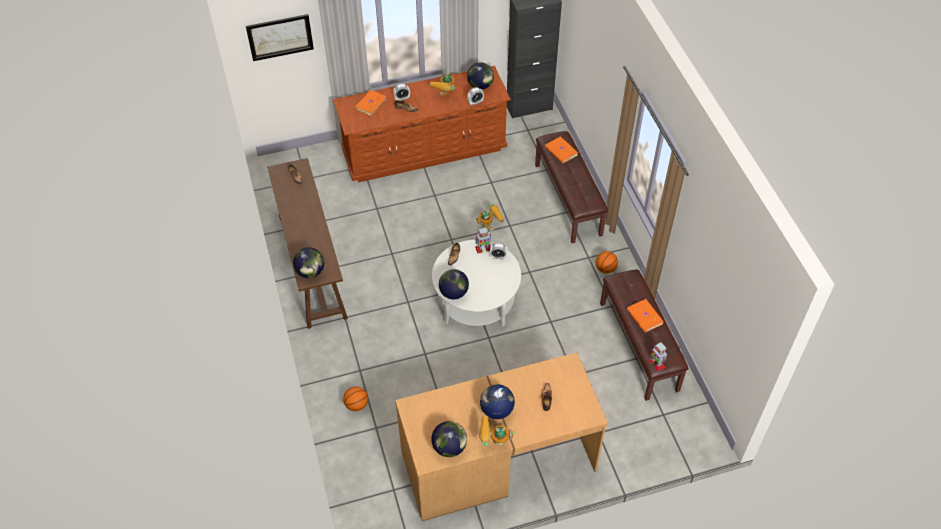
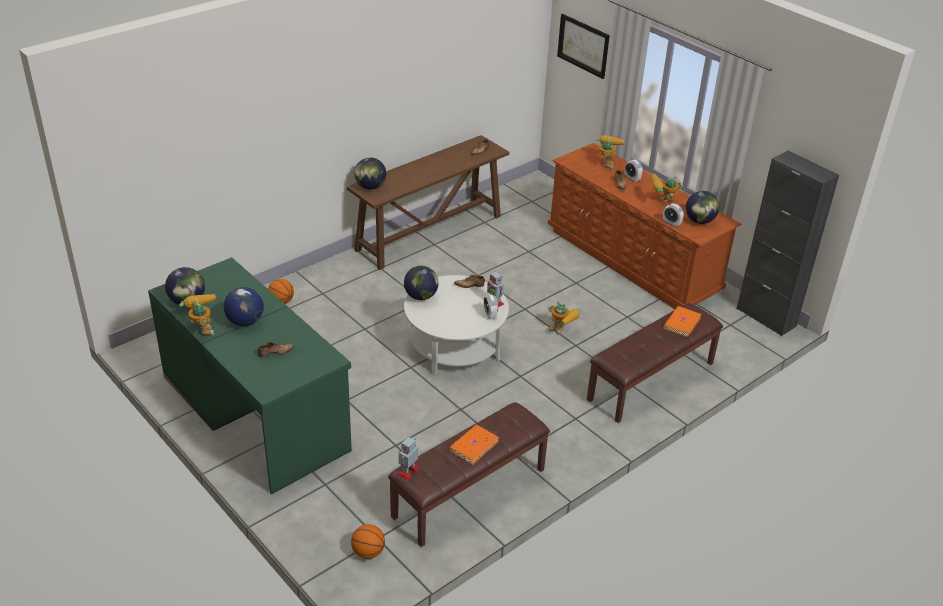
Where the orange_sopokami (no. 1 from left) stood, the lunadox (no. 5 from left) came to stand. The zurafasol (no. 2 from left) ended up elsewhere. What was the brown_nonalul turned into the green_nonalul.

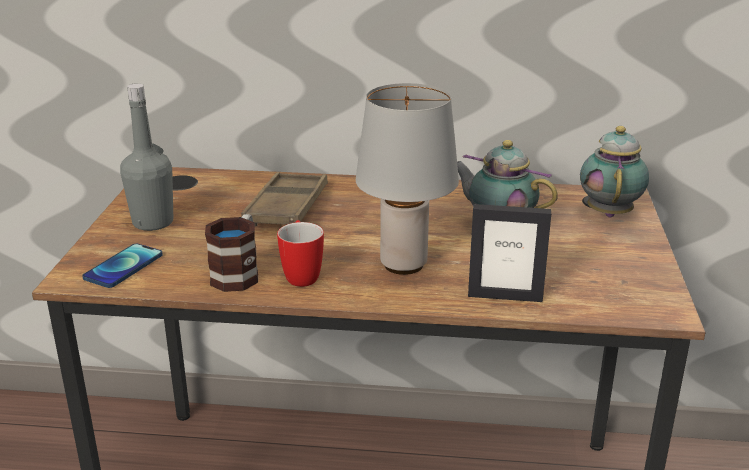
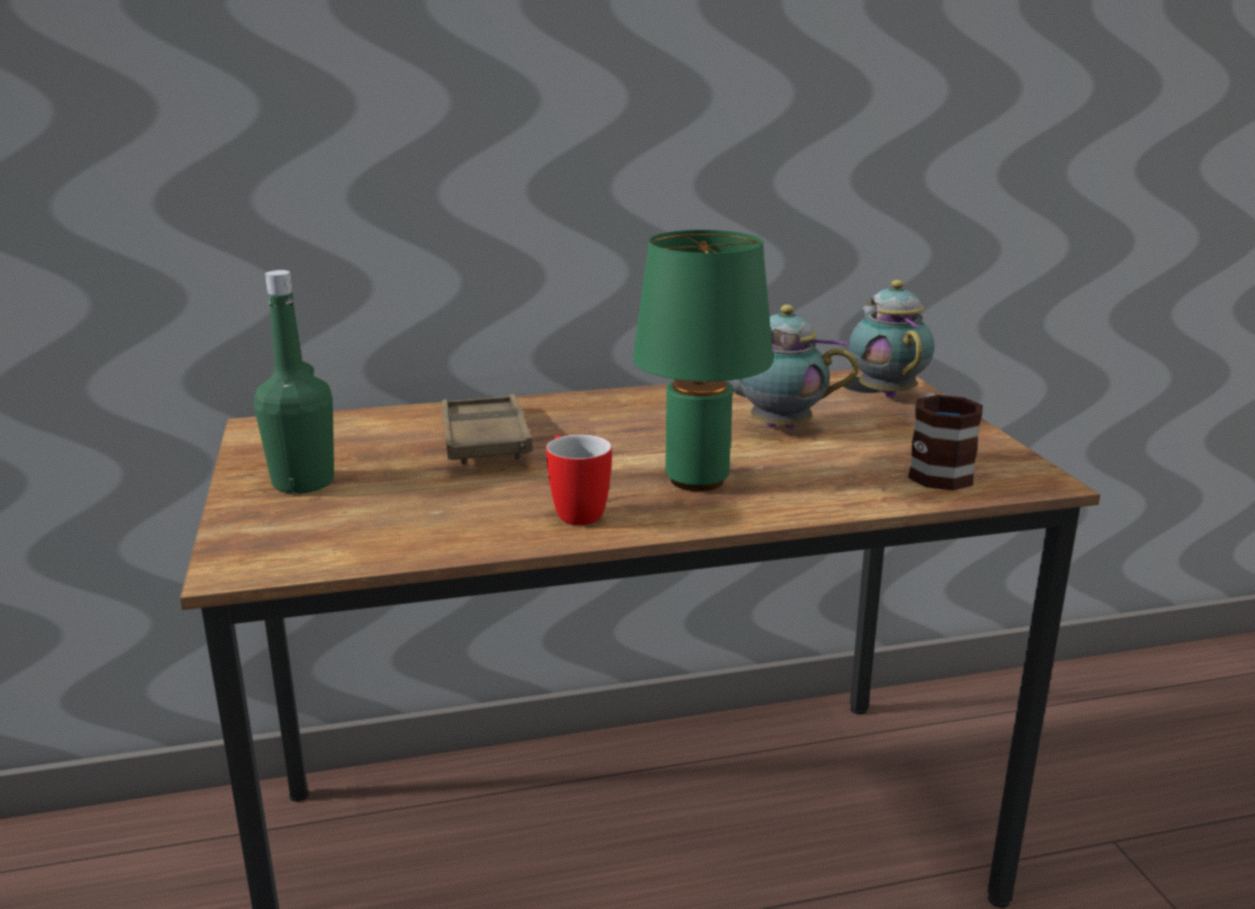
What was the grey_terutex turned into the green_terutex. What was the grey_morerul turned into the green_morerul. The second view lost the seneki. The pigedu (no. 1 from left in the first image) ended up elsewhere. The second view lost the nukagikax.

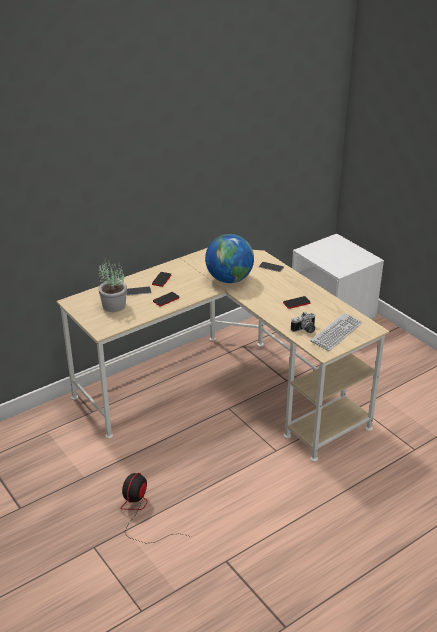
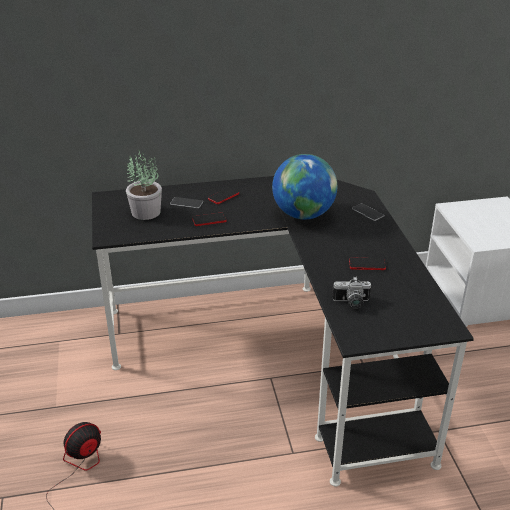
What was the beige_nonalul turned into the black_nonalul. The second view lost the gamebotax.

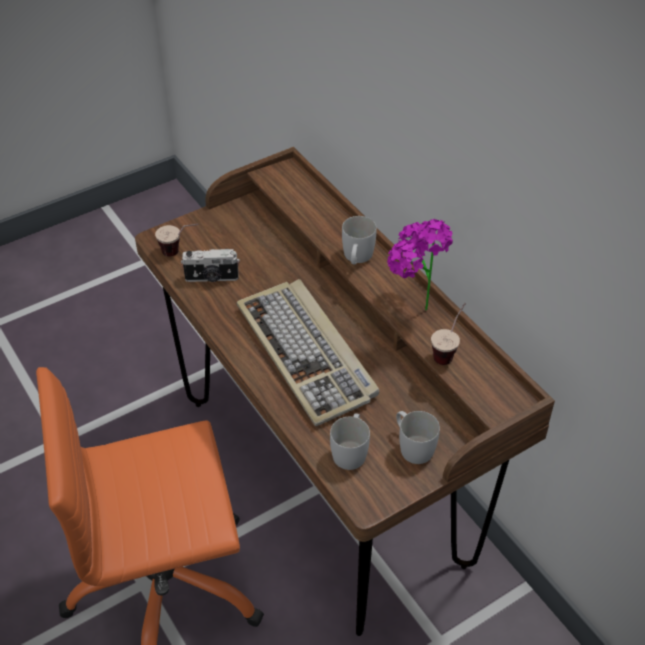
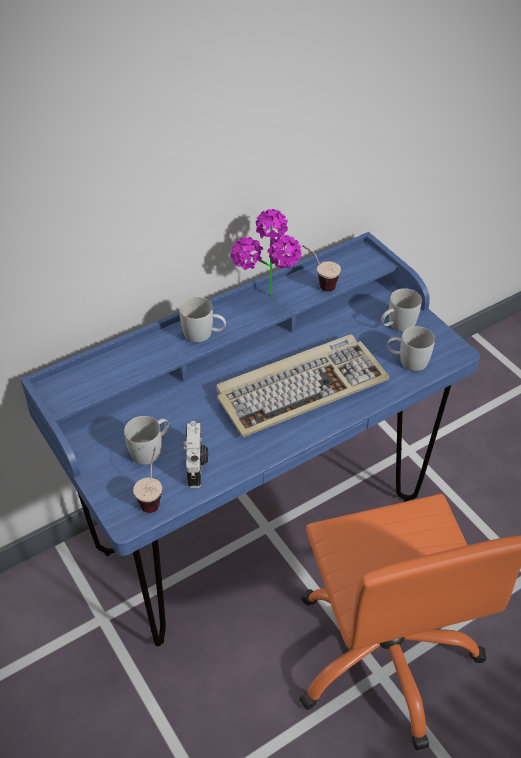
What was the brown_nonalul turned into the blue_nonalul. The second view gained the white_pigedu (no. 1 from left).

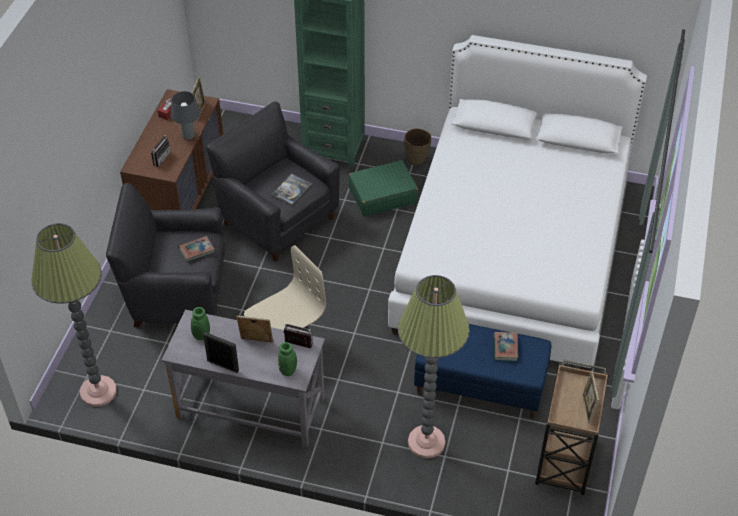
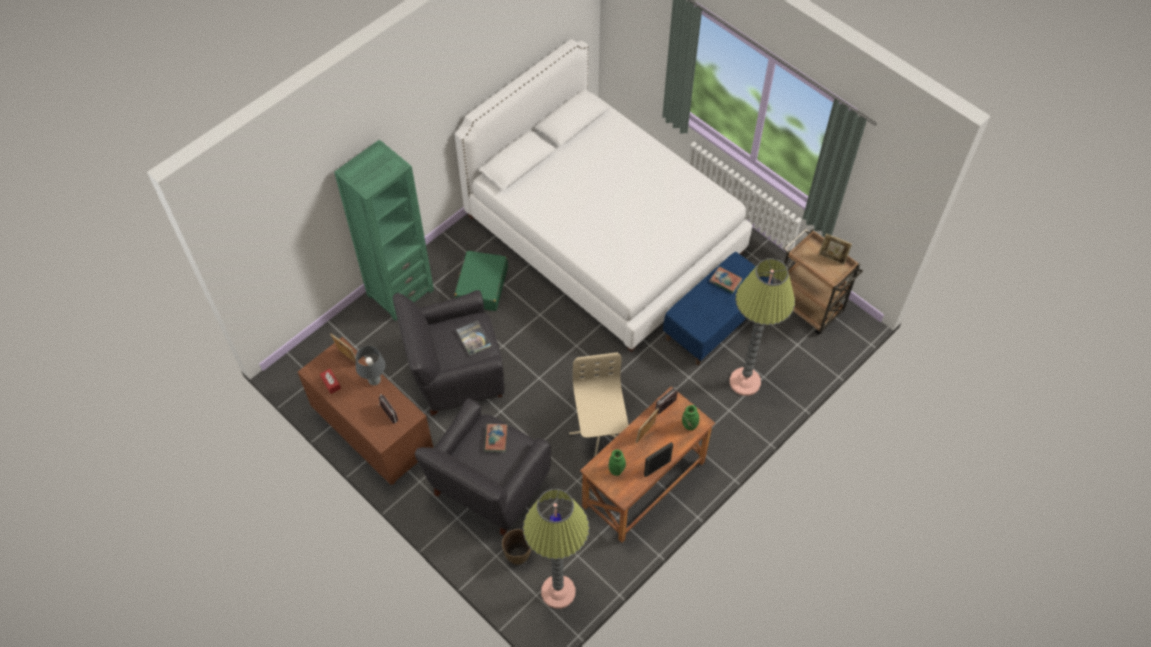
The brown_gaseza ended up elsewhere. What was the grey_nonalul turned into the brown_nonalul.

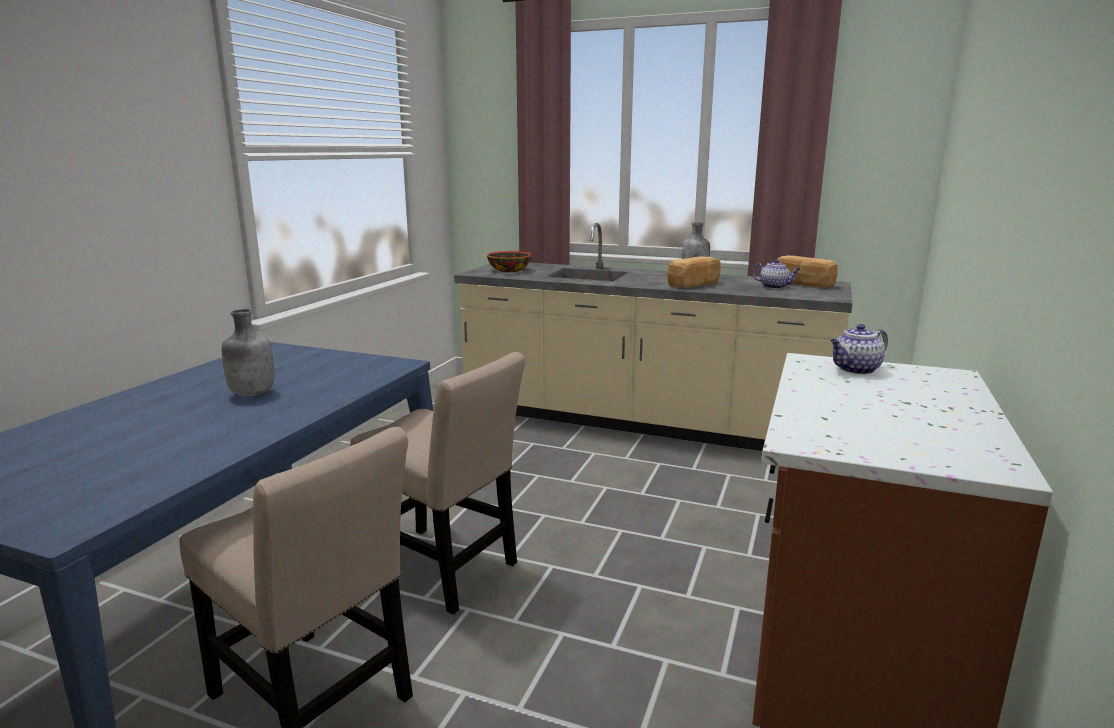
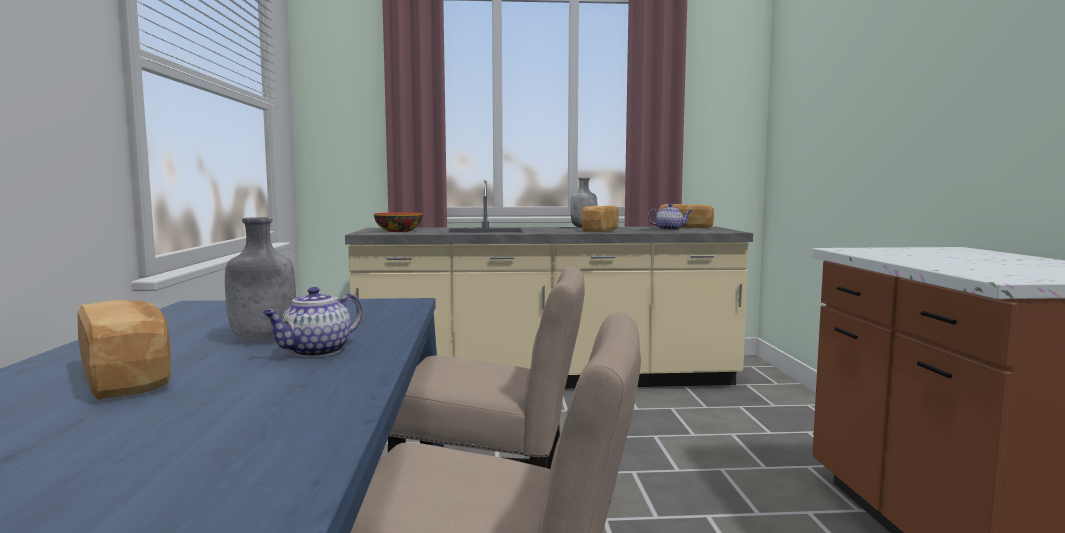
The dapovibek (no. 2 from left in the first image) ended up elsewhere. The second view gained the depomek (no. 1 from left).

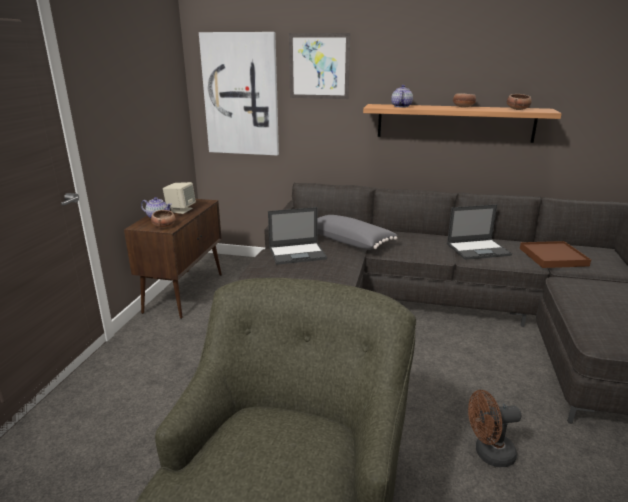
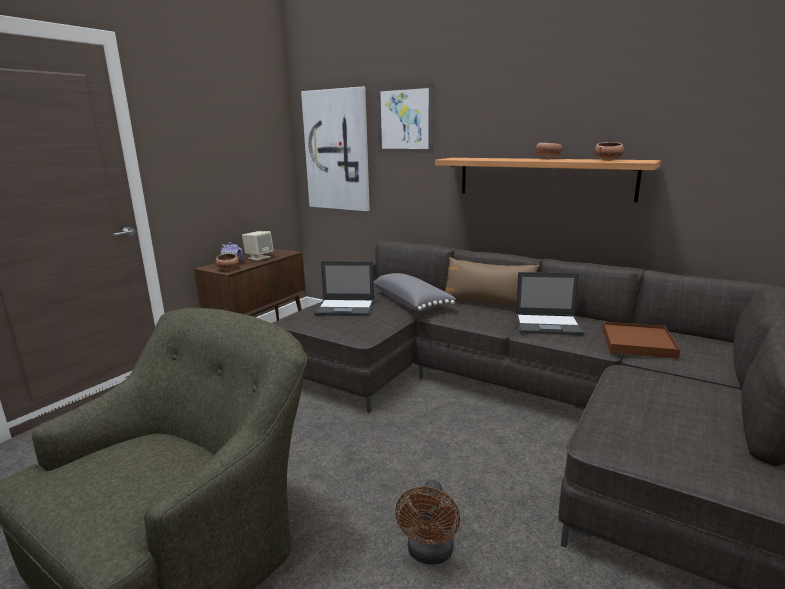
The second view lost the dapovibek (no. 2 from left). The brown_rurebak ended up facing another way, 90 degrees counterclockwise from before. The second view gained the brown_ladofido.

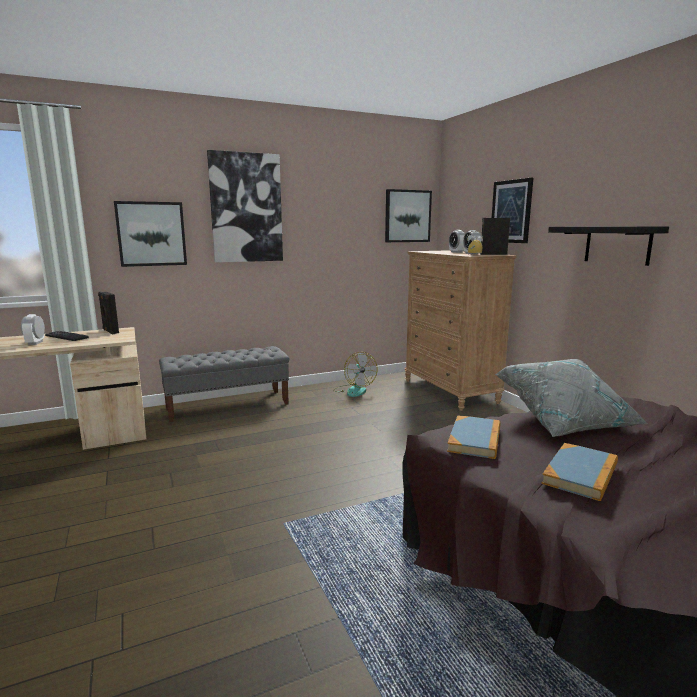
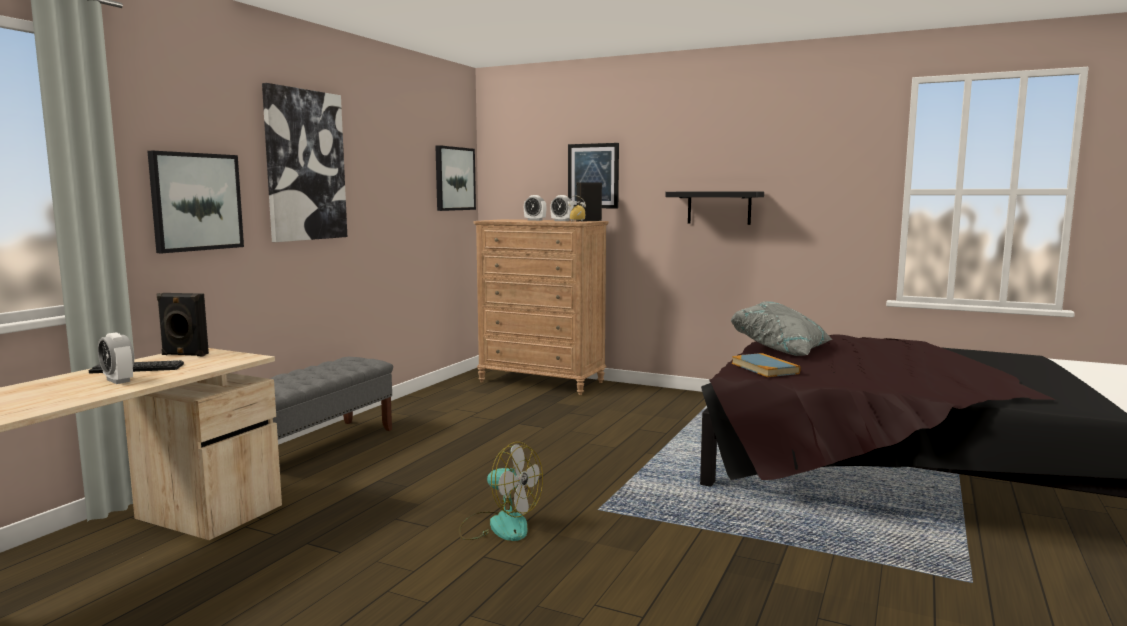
The rurebak ended up elsewhere. The second view lost the sopokami (no. 2 from left).

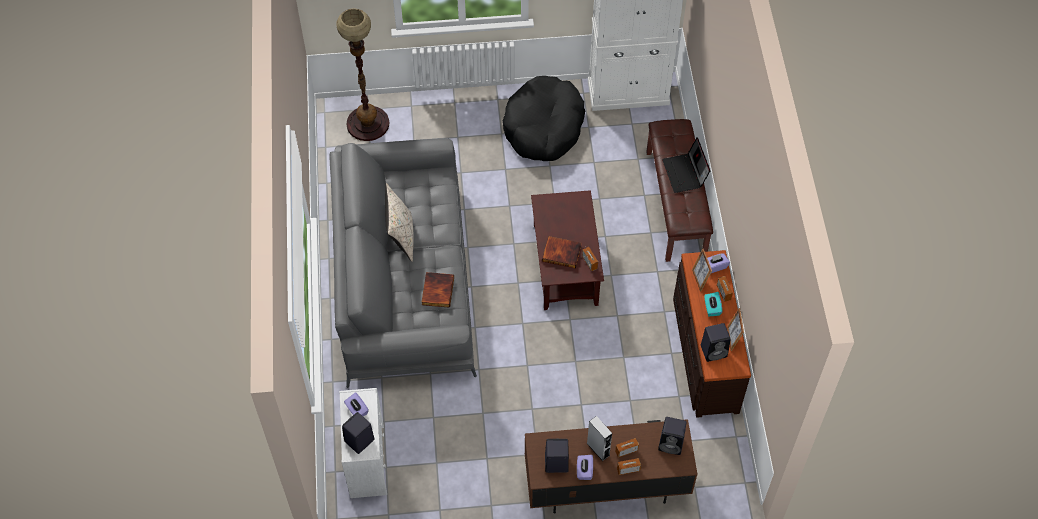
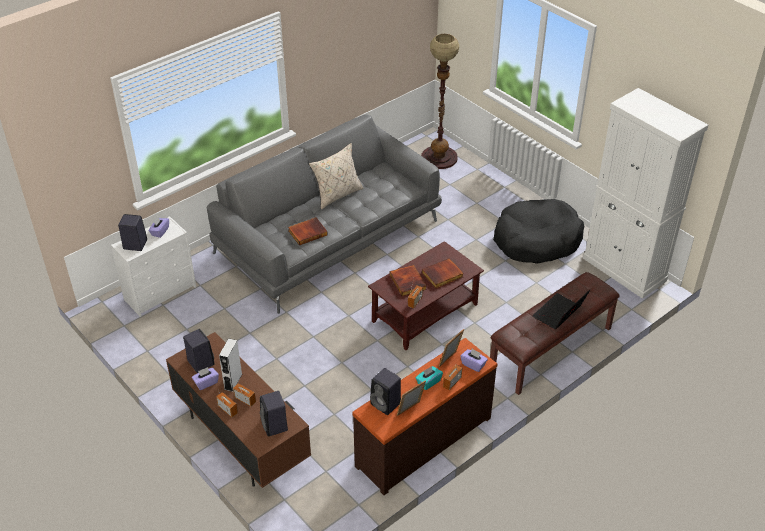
The second view gained the sopokami (no. 3 from left).

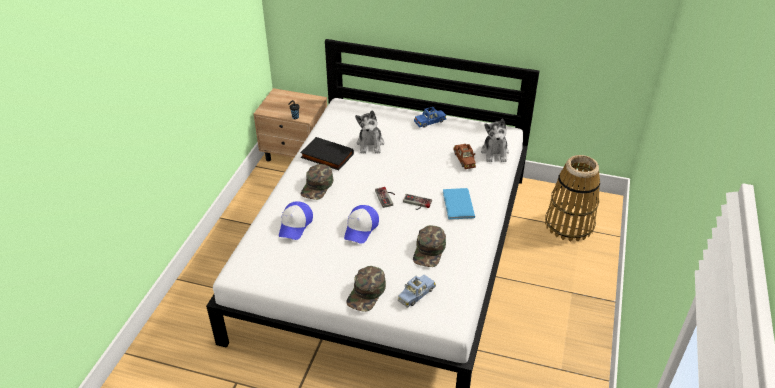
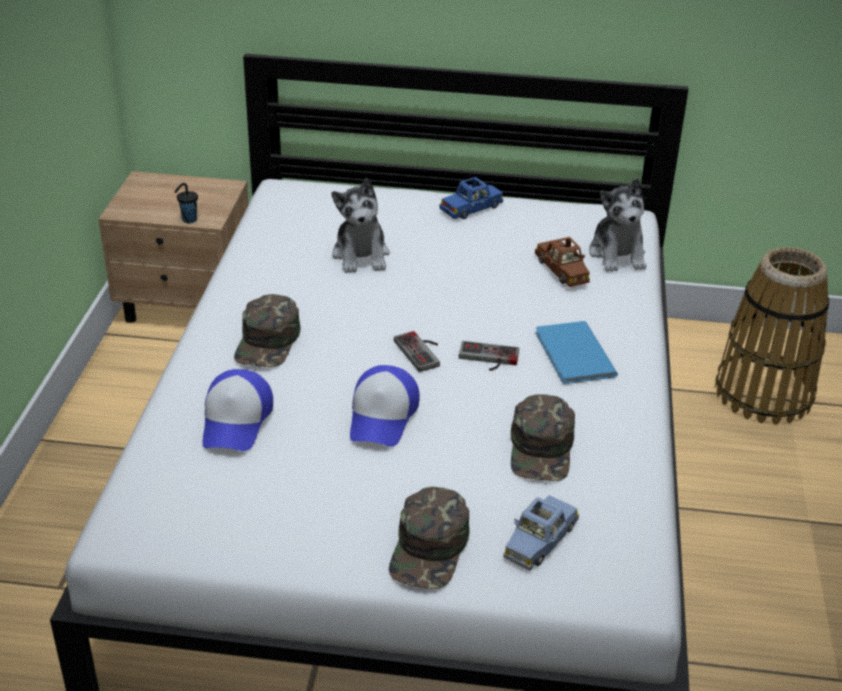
The second view lost the black_sopokami.

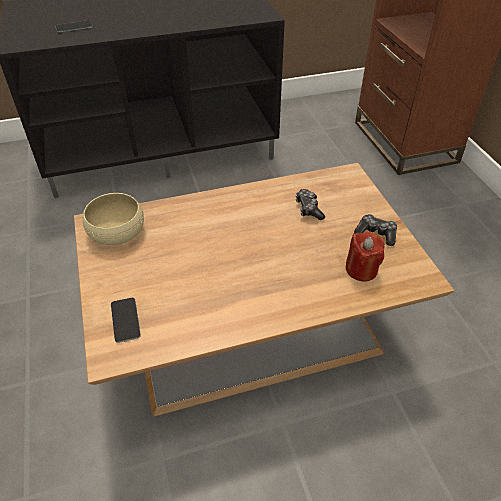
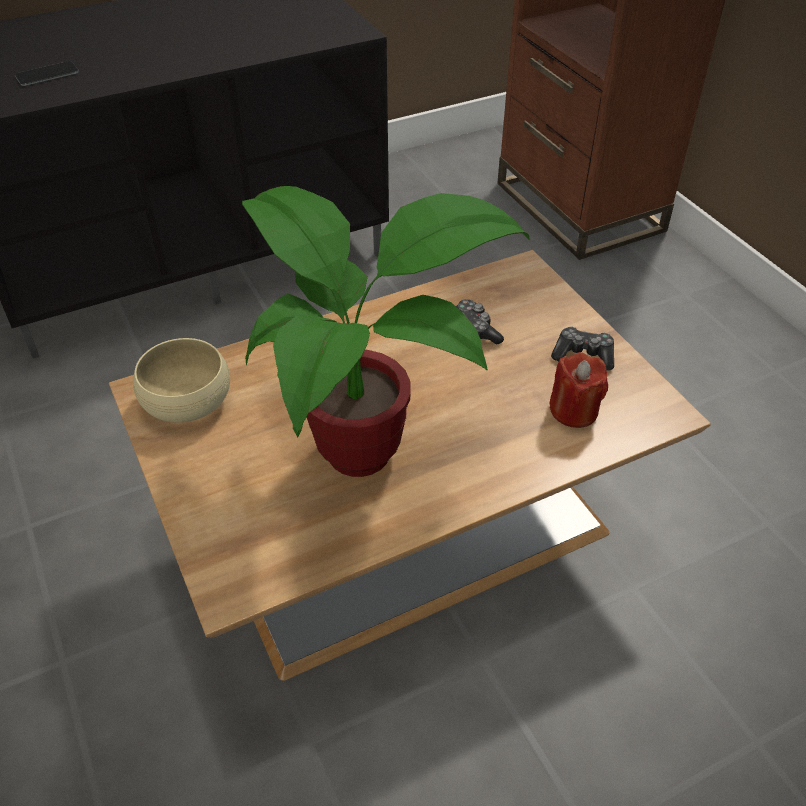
The second view lost the nukagikax (no. 2 from left). The second view gained the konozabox.

